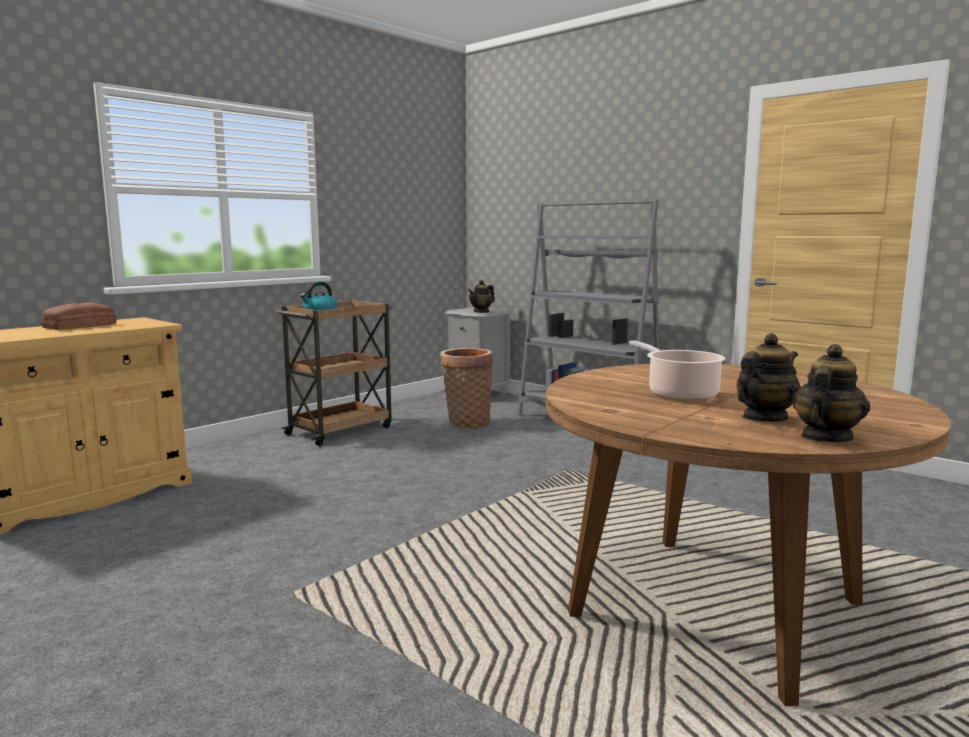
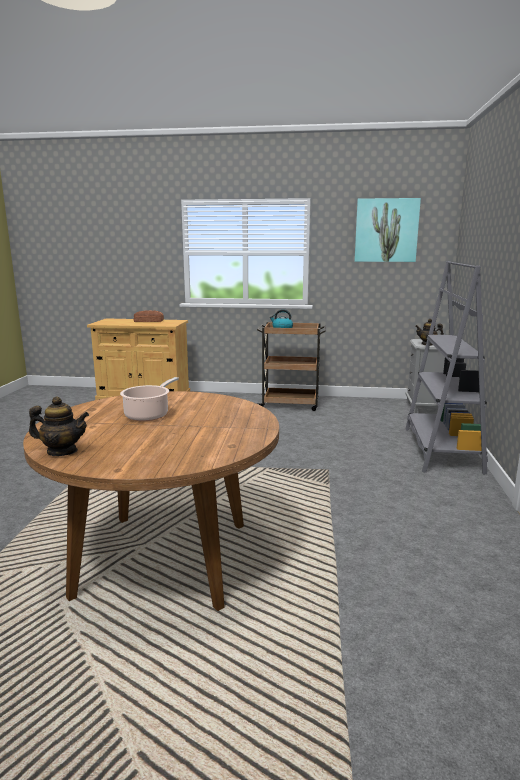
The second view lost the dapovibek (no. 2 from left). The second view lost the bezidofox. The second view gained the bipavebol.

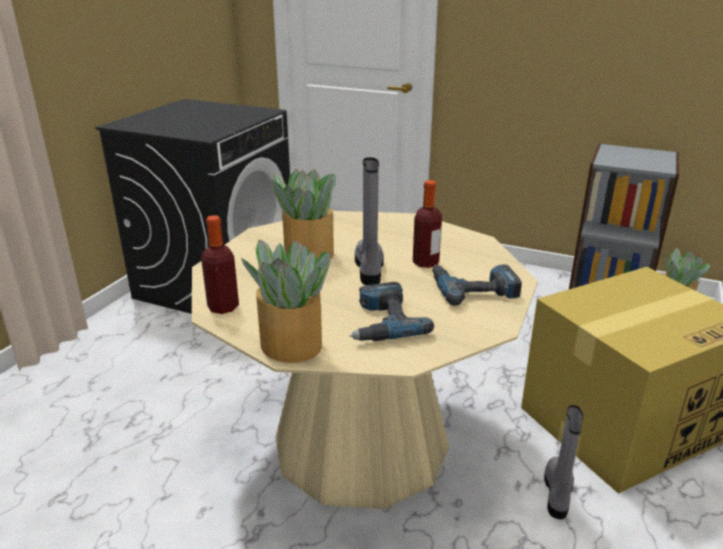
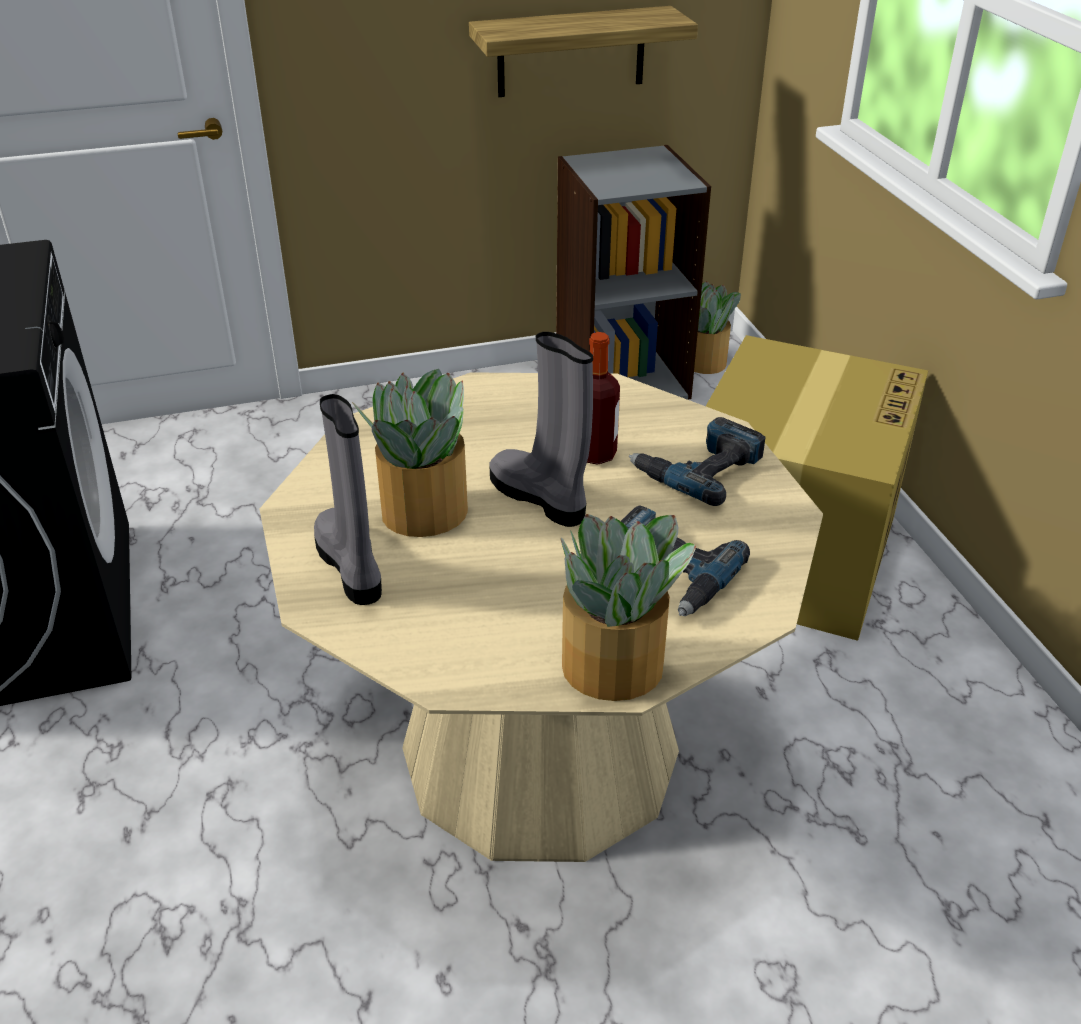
The second view lost the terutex (no. 1 from left). The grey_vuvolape (no. 2 from left in the first image) ended up elsewhere. The second view gained the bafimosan.

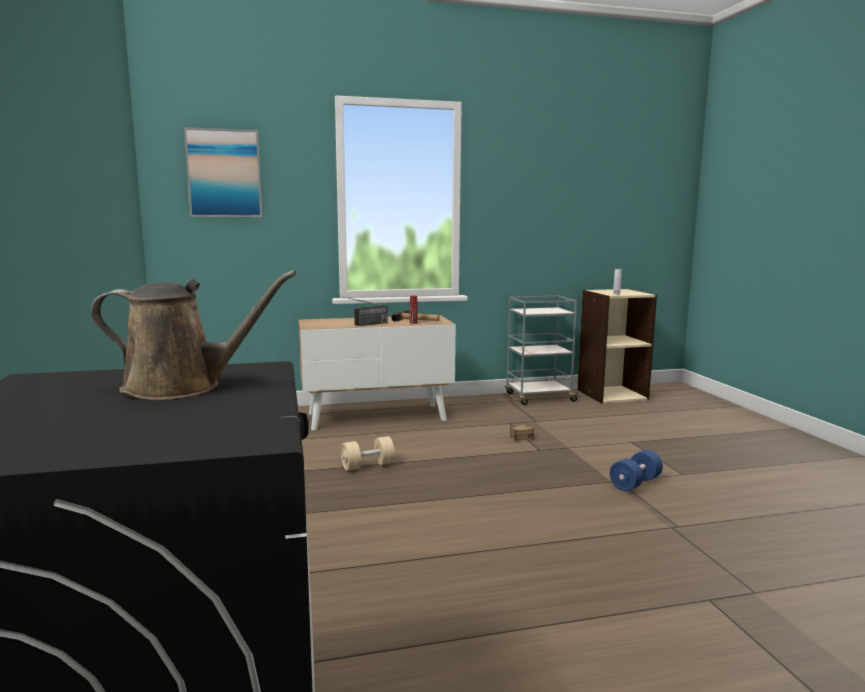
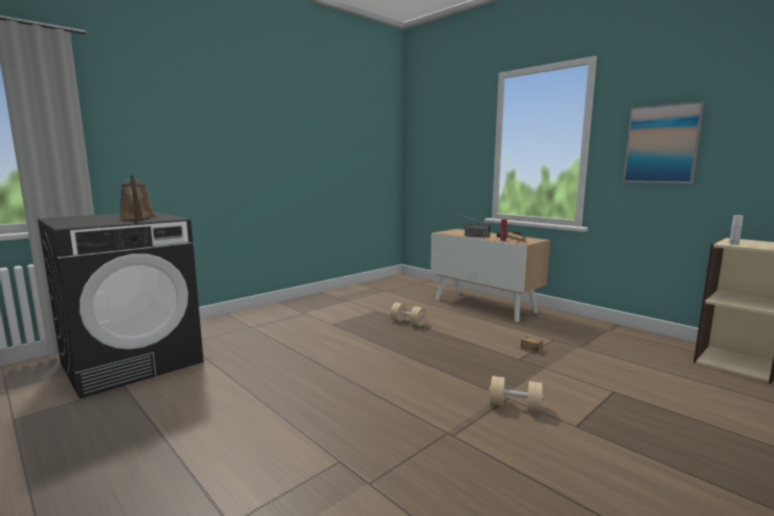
The bipavebol ended up elsewhere. The second view lost the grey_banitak. What was the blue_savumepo turned into the beige_savumepo (no. 2 from left).

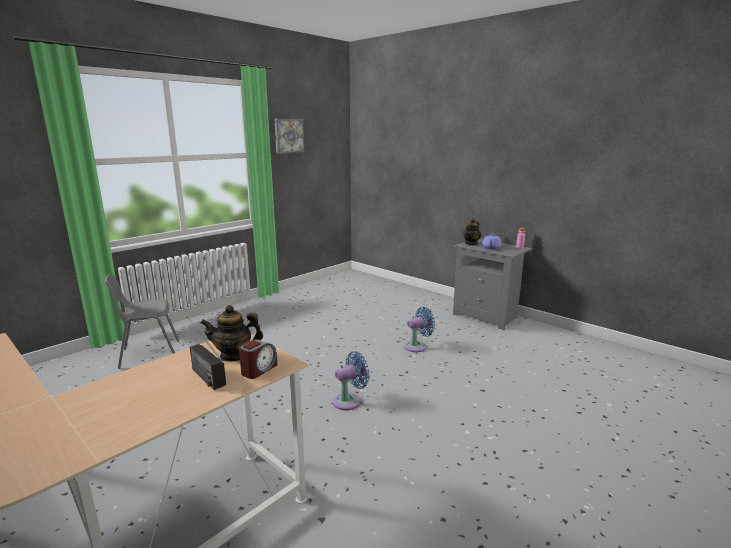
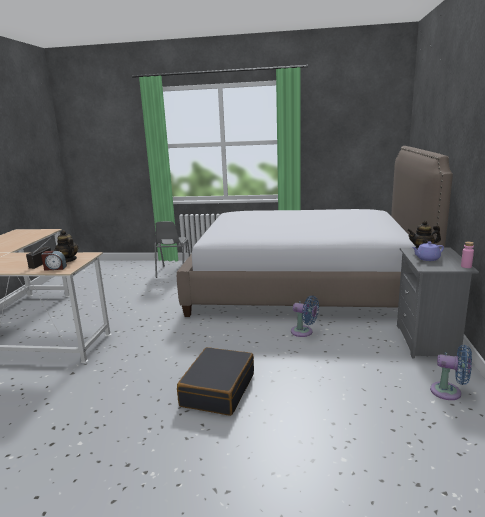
The second view lost the bipavebol. The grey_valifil ended up facing another way, 120 degrees counterclockwise from before. The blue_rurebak (no. 1 from left in the first image) ended up elsewhere. The second view gained the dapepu. The second view gained the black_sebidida.

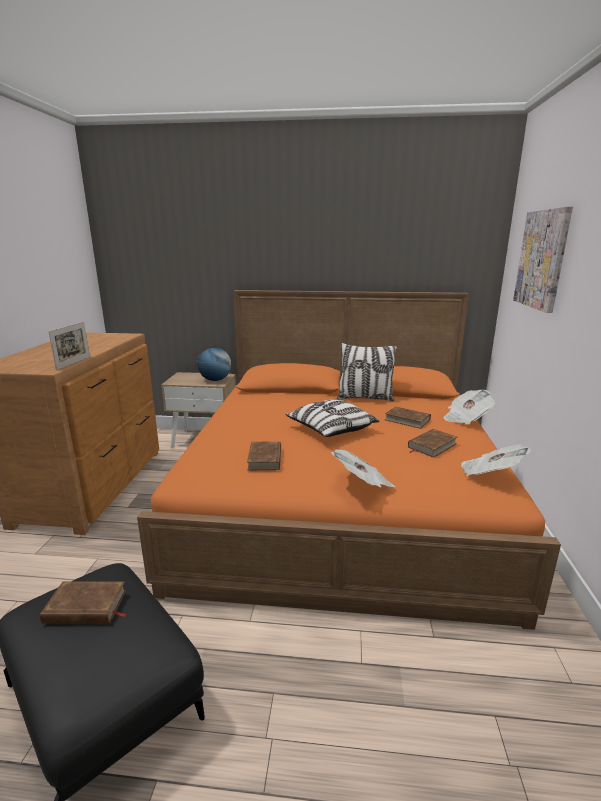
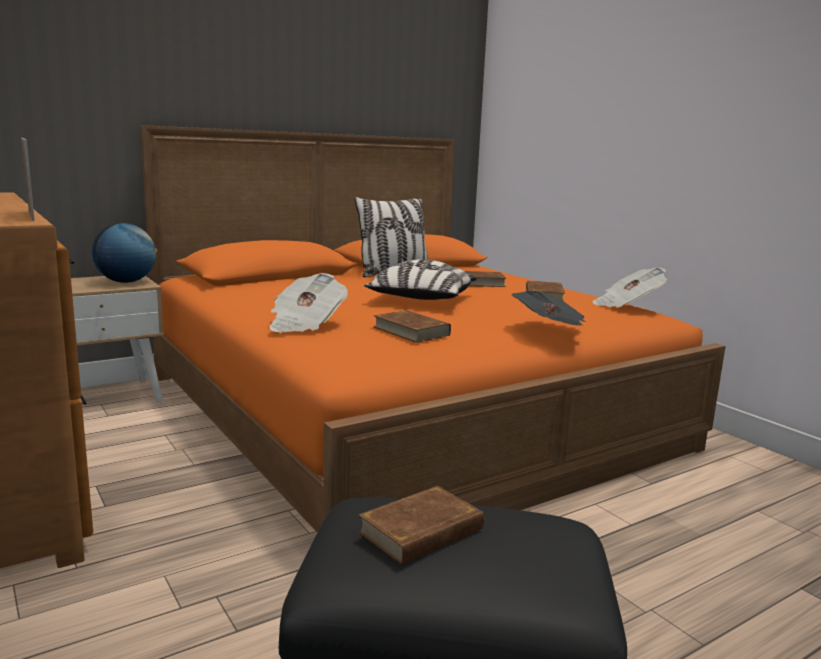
The second view lost the bipavebol. The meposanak (no. 2 from left in the first image) ended up elsewhere.

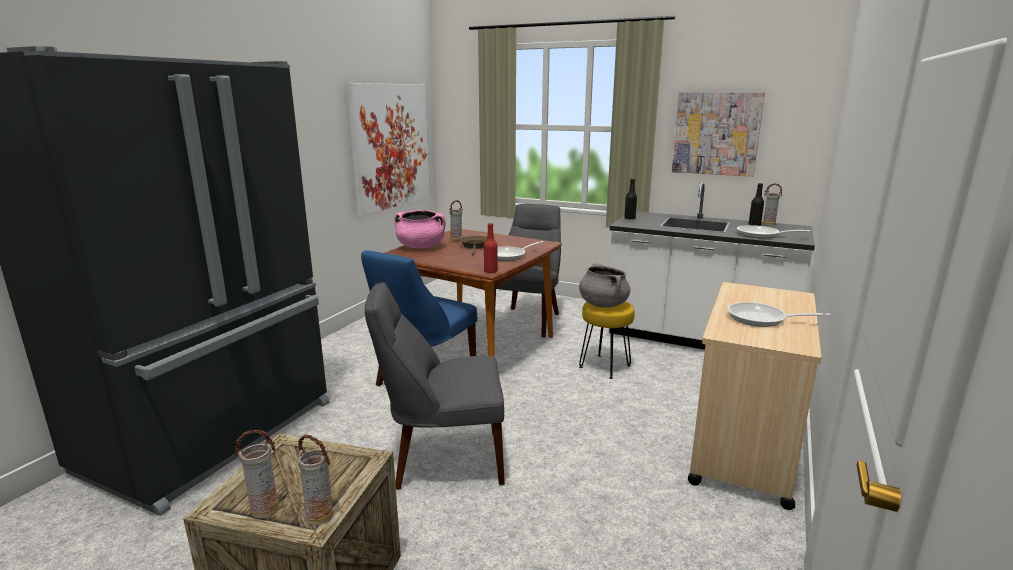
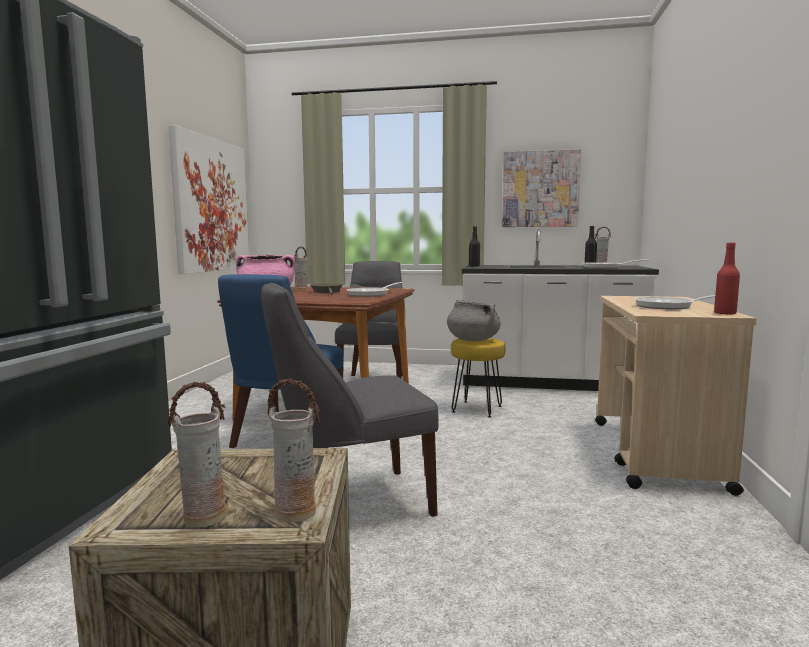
The red_terutex ended up elsewhere.

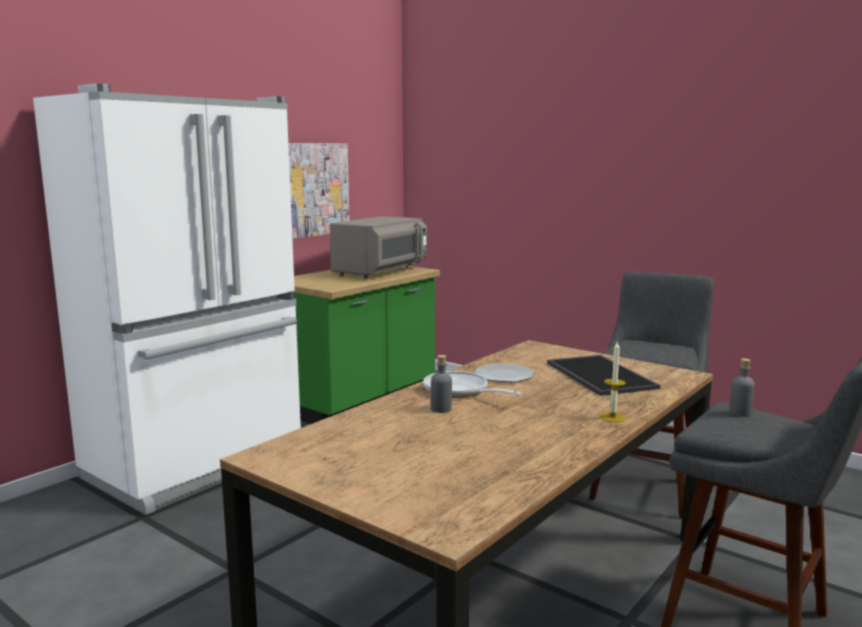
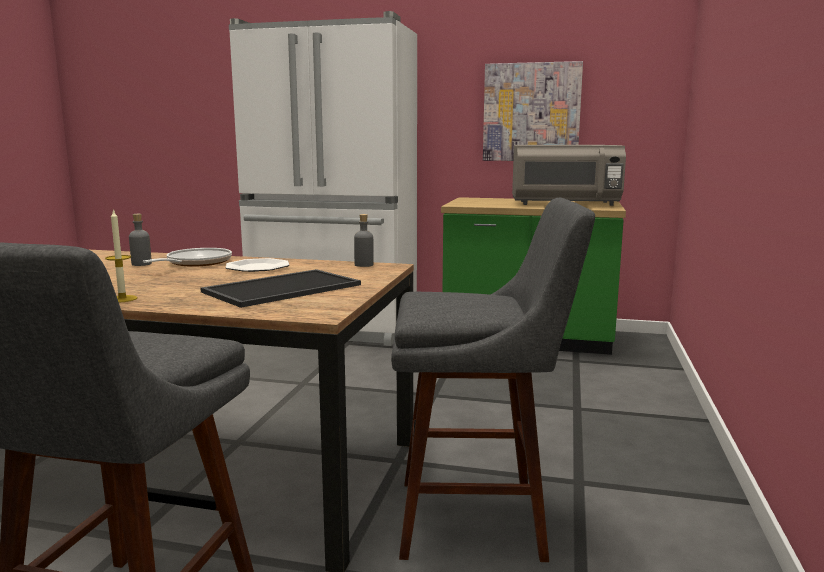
The grey_terutex (no. 2 from left) ended up elsewhere.

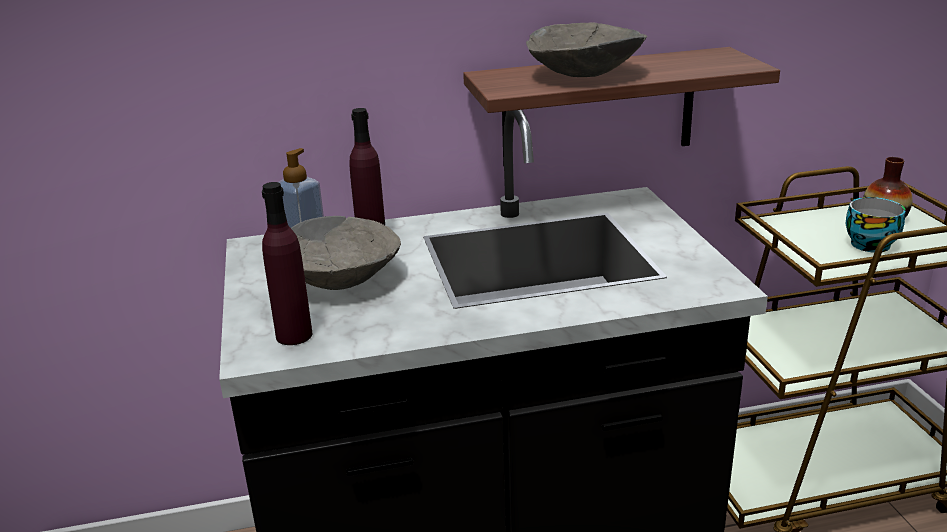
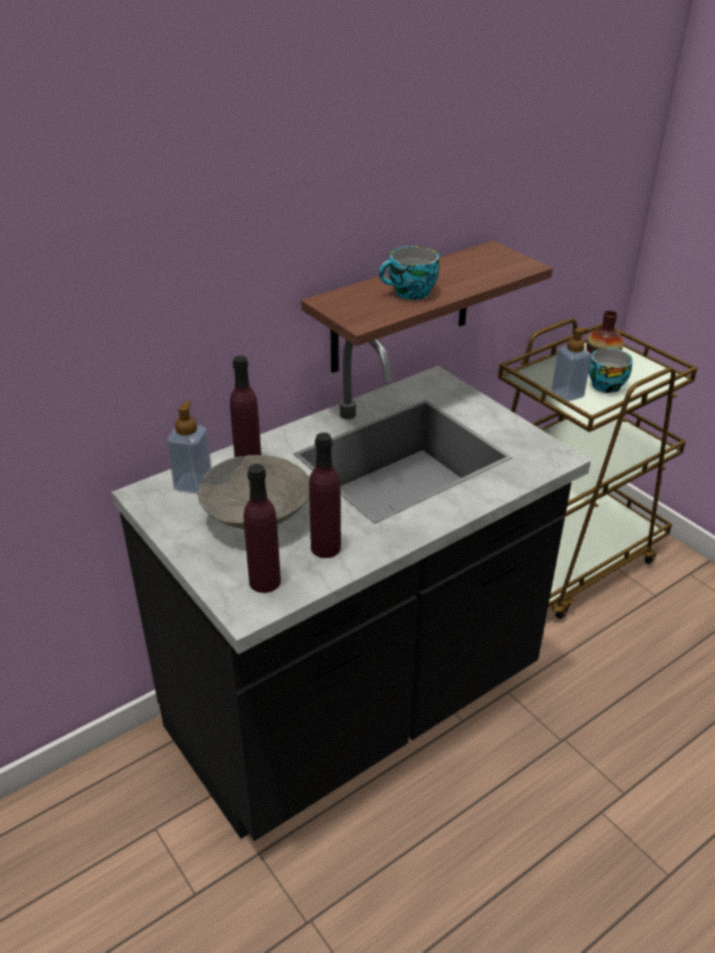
Where the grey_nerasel (no. 2 from left) stood, the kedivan (no. 1 from left) came to stand. The second view gained the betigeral (no. 2 from left). The second view gained the purple_terutex (no. 3 from left).

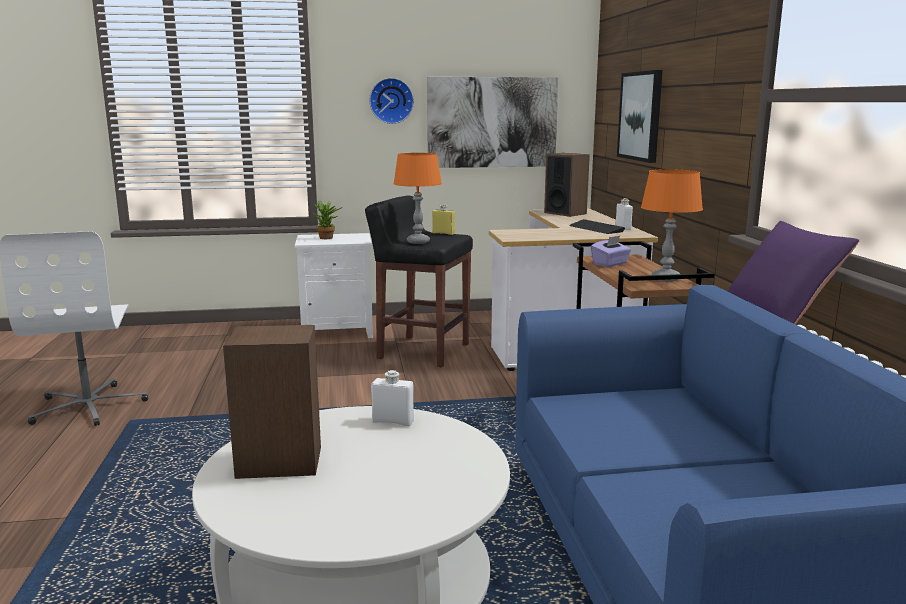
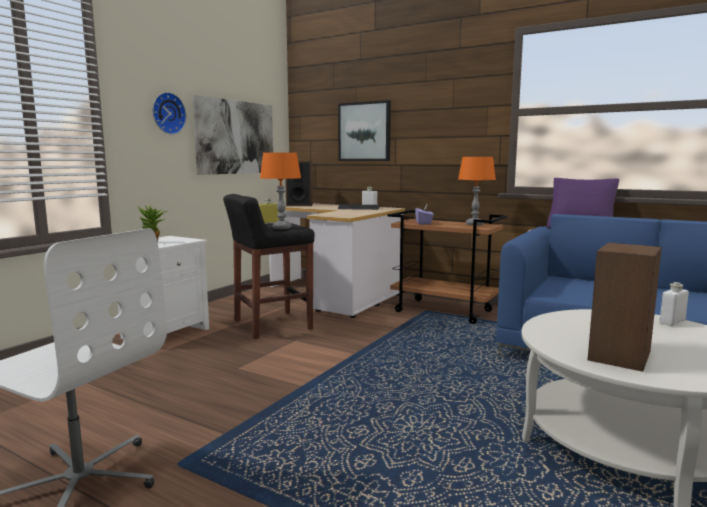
The white_terutex (no. 1 from left in the first image) ended up elsewhere.

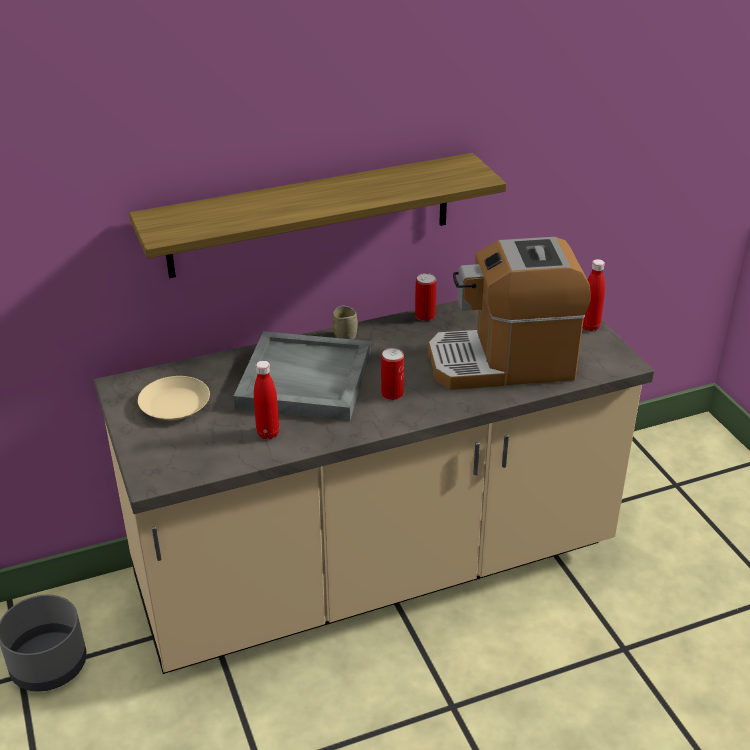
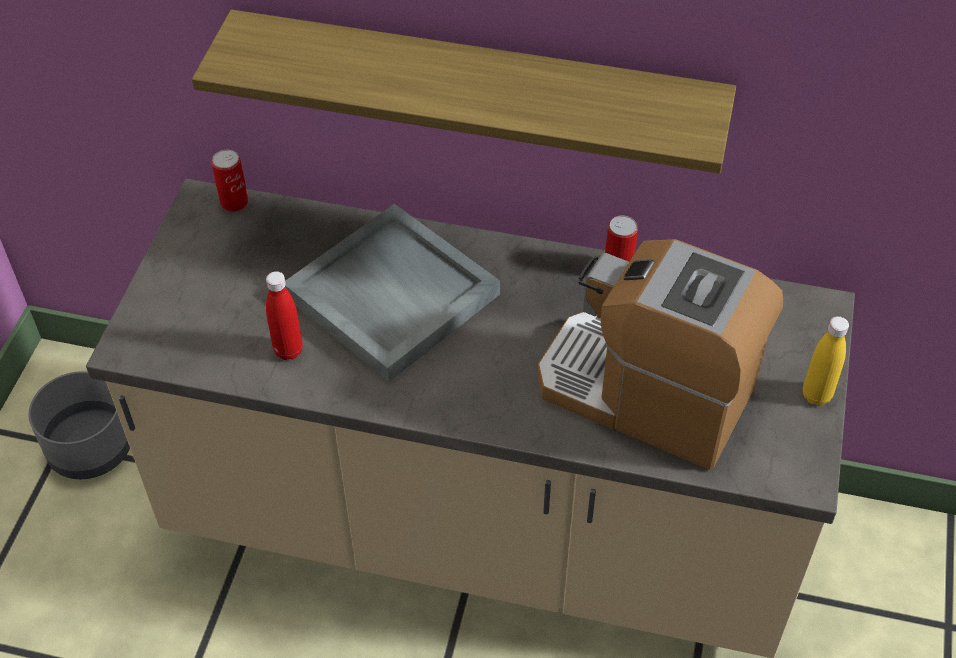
What was the red_terutex (no. 2 from left) turned into the yellow_terutex. The second view lost the kedivan. The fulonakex (no. 1 from left) ended up elsewhere. The second view lost the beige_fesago.

